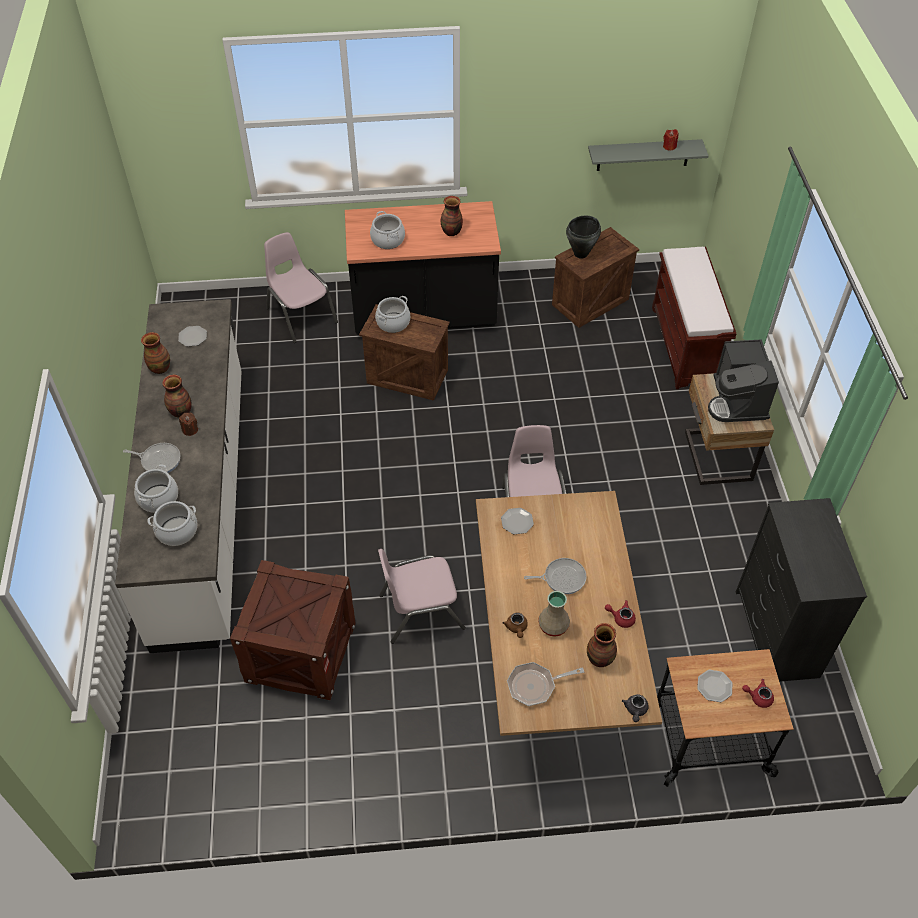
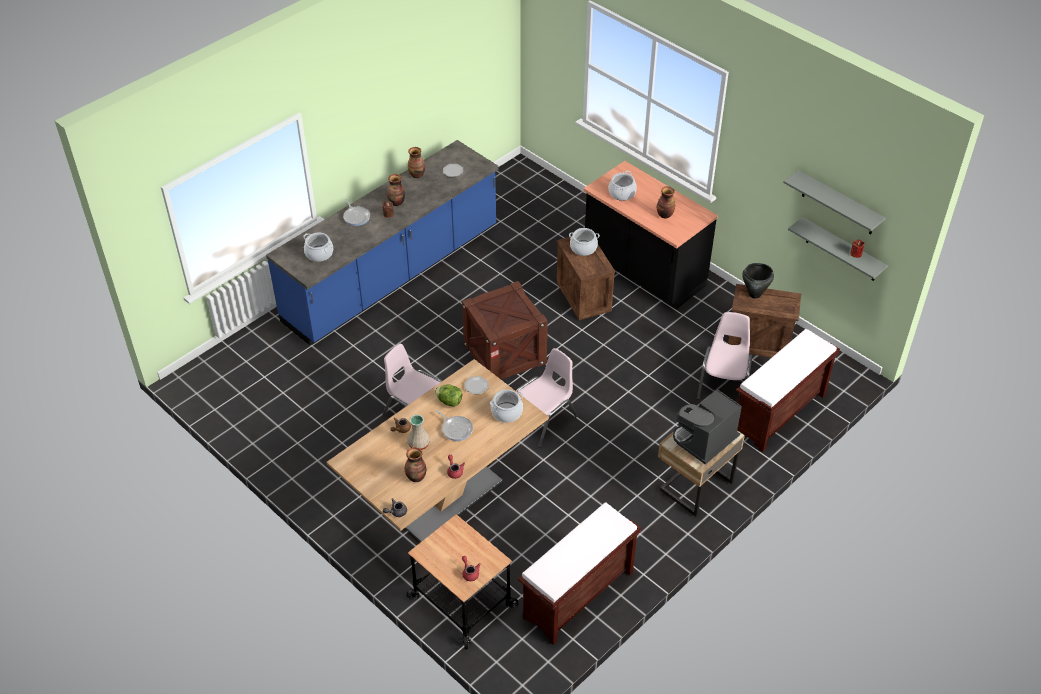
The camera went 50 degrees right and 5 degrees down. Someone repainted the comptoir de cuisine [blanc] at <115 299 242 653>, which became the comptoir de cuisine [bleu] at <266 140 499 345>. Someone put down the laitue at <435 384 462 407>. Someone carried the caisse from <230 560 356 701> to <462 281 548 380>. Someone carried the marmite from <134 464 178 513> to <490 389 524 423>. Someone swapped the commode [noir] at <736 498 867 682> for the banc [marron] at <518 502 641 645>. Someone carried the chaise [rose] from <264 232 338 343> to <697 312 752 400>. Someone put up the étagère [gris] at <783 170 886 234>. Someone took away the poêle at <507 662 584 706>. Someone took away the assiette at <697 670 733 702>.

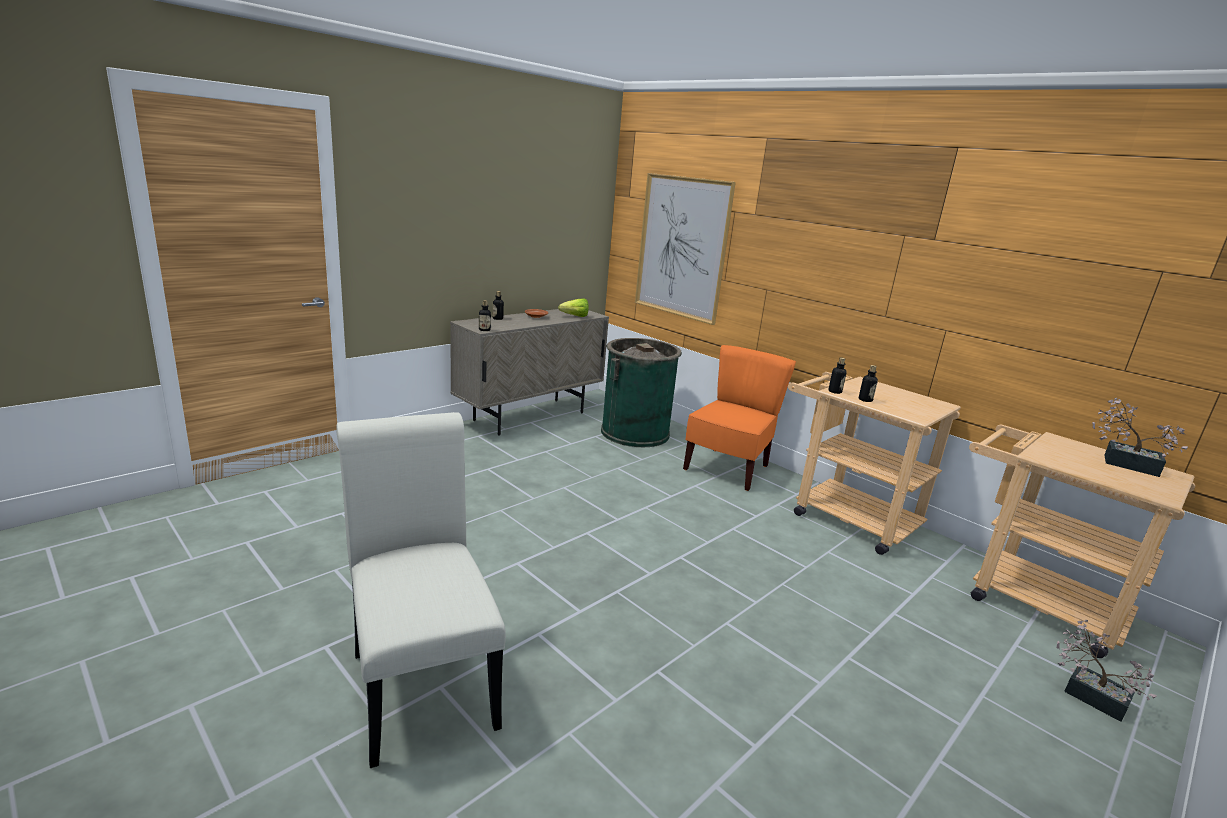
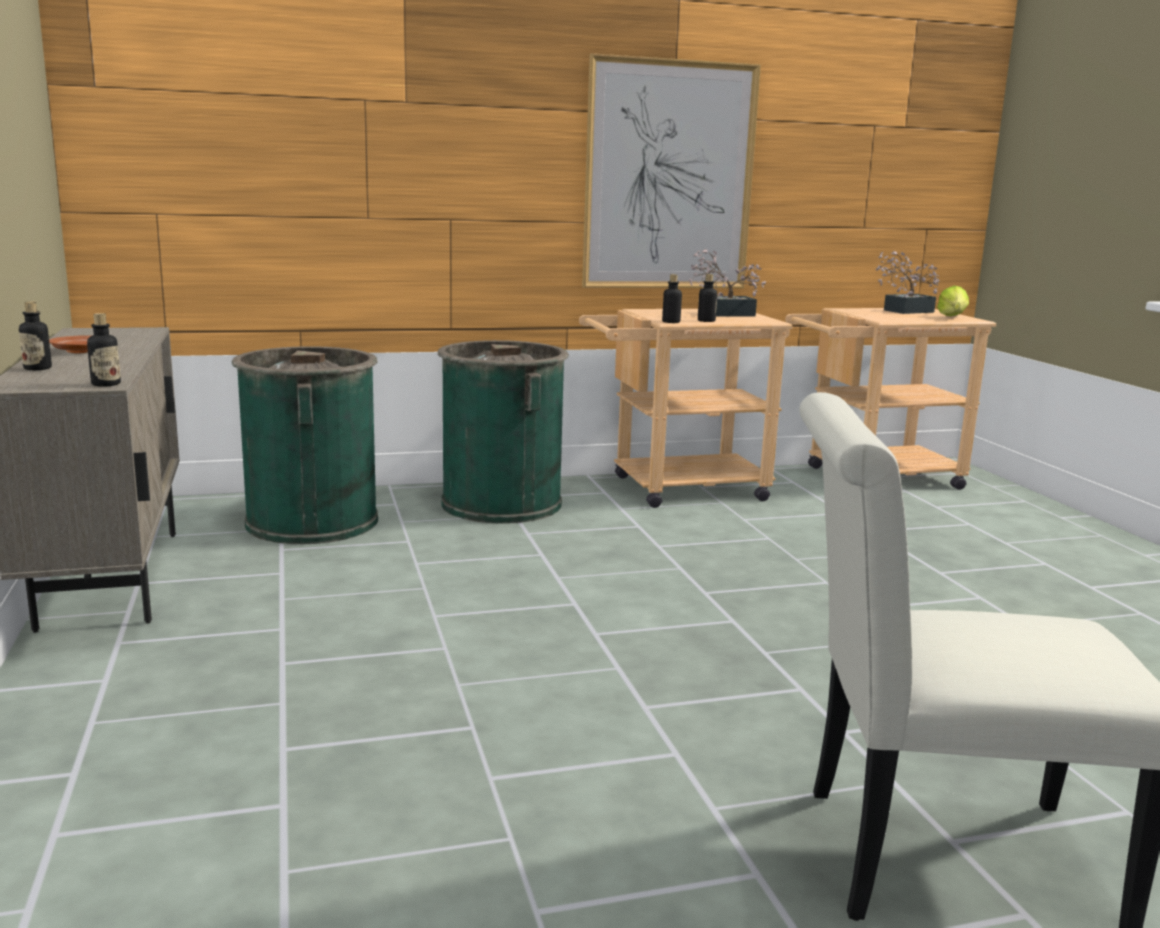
The camera went 60 degrees left and 5 degrees down. Someone swapped the chaise [orange] at <683 345 796 491> for the poubelle [vert] at <438 340 569 524>. Someone carried the tableau from <635 173 736 325> to <582 53 761 288>. Someone carried the plante en pot from <1057 620 1156 722> to <689 249 766 317>. Someone carried the laitue from <558 298 589 317> to <937 286 969 316>.

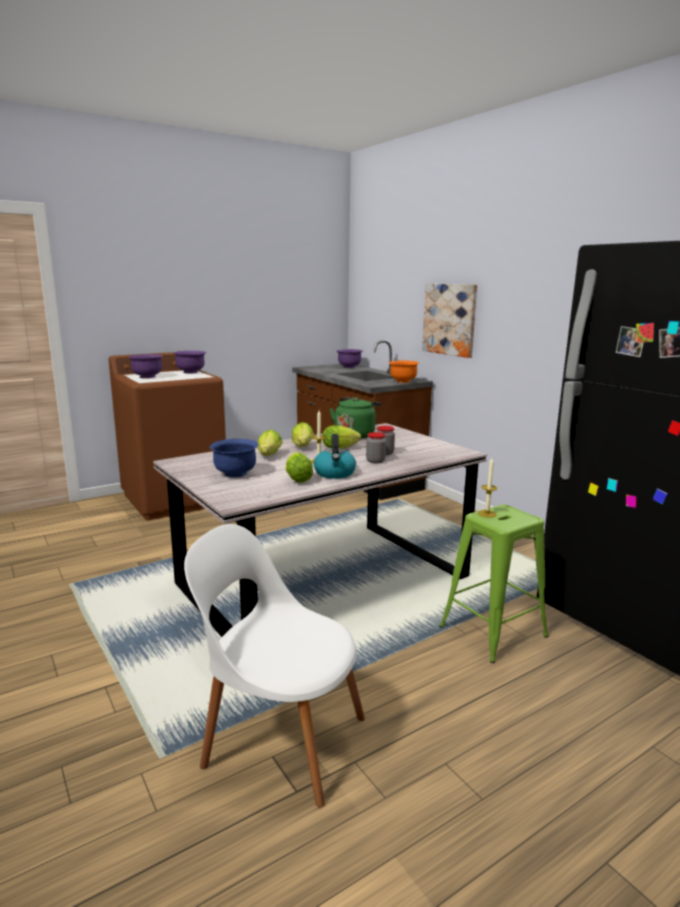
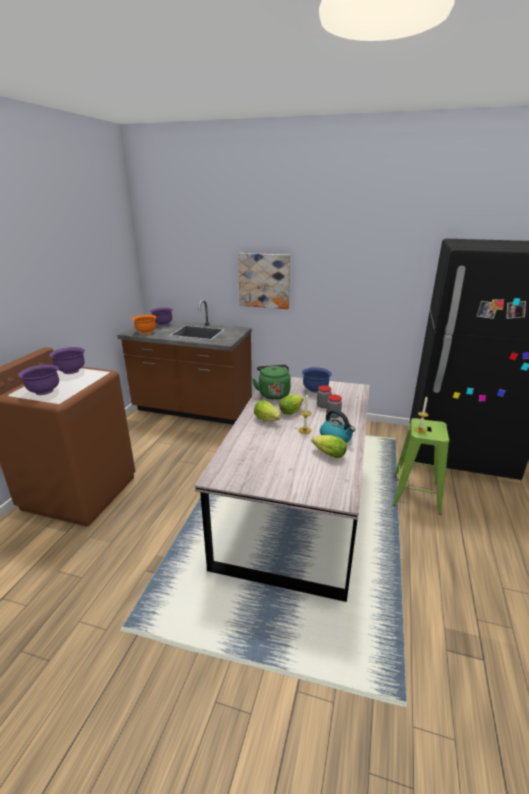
The camera went 40 degrees left and 10 degrees up. Someone carried the bol [orange] from <389 360 419 383> to <132 315 157 334>. Someone carried the bol [bleu] from <209 439 259 478> to <302 367 332 393>. Someone took away the chaise [blanc] at <184 524 365 807>. Someone took away the laitue at <258 430 283 456>.

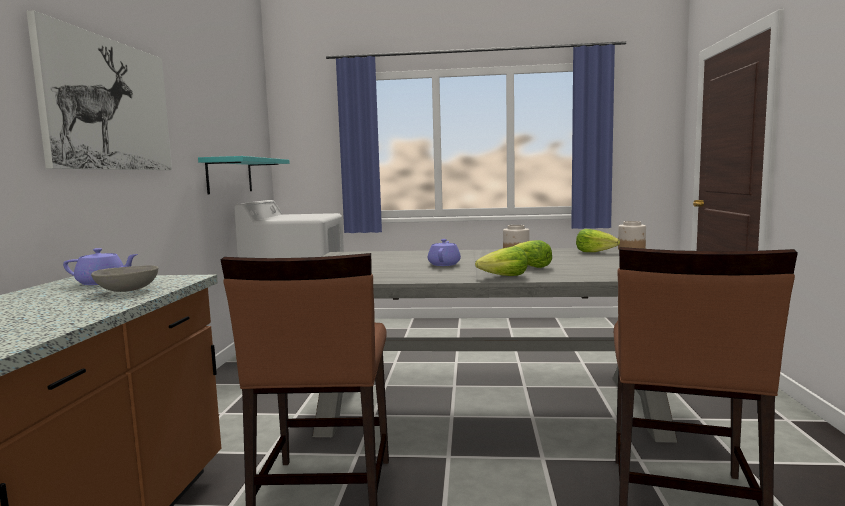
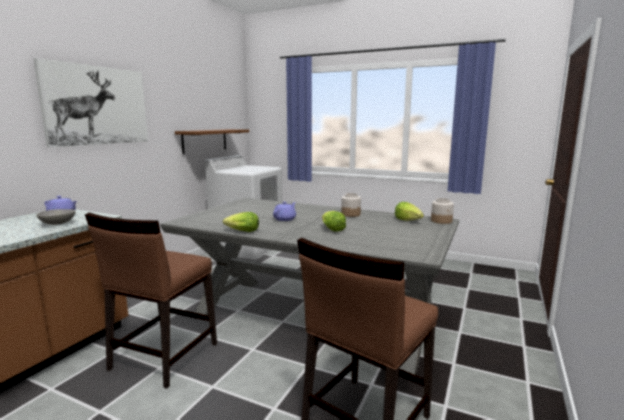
The camera went 20 degrees right and 5 degrees up. Someone repainted the étagère [turquoise] at <198 156 290 194>, which became the étagère [marron] at <175 129 249 154>. Someone carried the laitue from <475 246 528 276> to <223 212 259 232>.

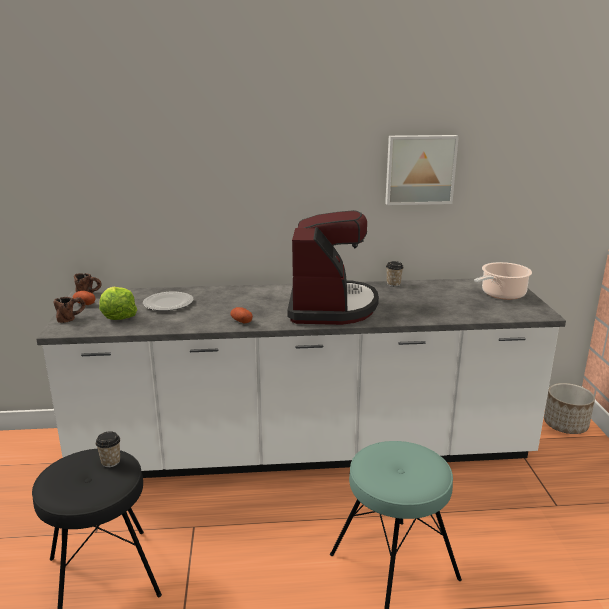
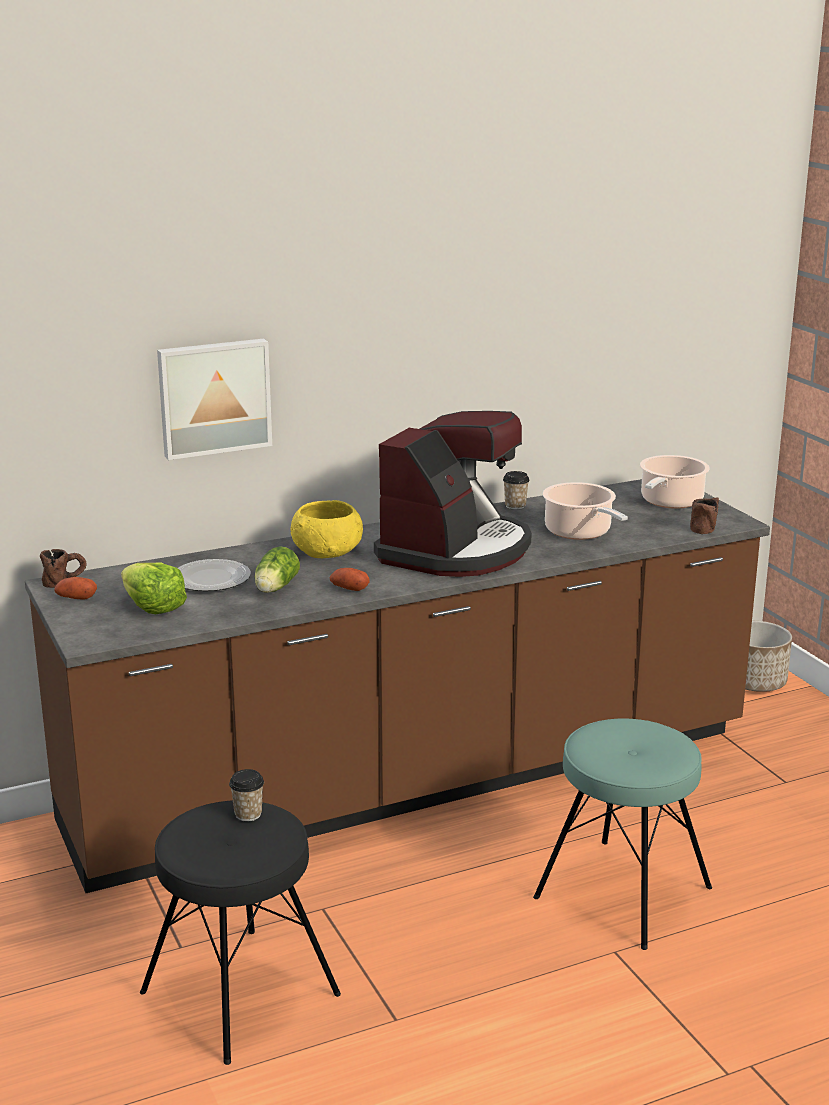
The camera went 20 degrees left and 0 degrees up. Someone repainted the comptoir de cuisine [blanc] at <36 278 566 478>, which became the comptoir de cuisine [marron] at <25 479 770 893>. Someone carried the tableau from <385 135 459 205> to <157 339 272 460>. Someone put down the laitue at <255 546 300 593>. Someone put down the bol [jaune] at <290 500 363 558>. Someone rotated the machine à café at <288 210 379 325> by 45 degrees clockwise. Someone put down the marmite at <543 482 628 540>. Someone carried the mug [marron] from <54 297 86 323> to <690 497 719 534>.

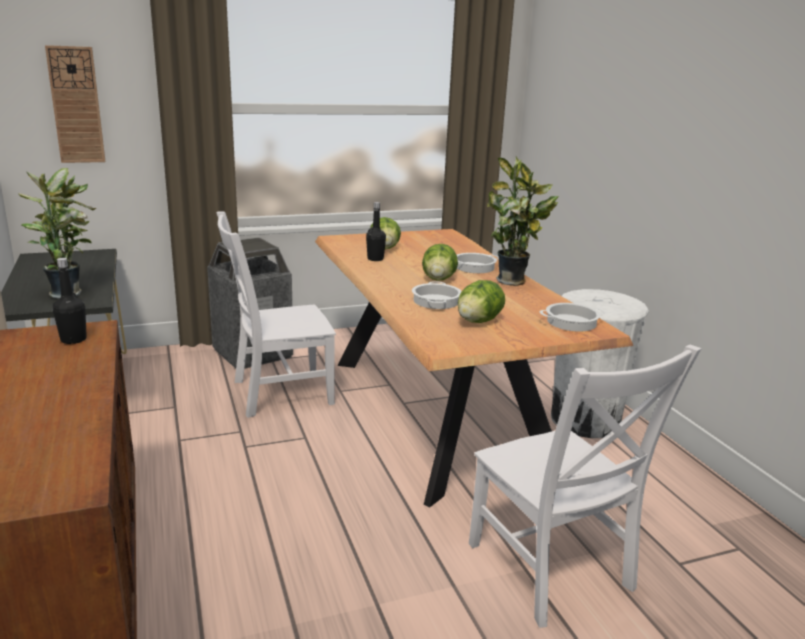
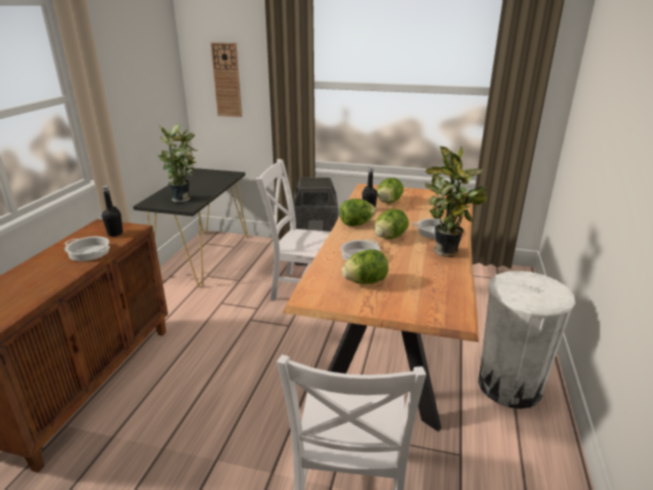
The camera went 35 degrees right and 5 degrees up. Someone carried the marmite from <540 303 606 331> to <64 236 110 261>. Someone put down the laitue at <340 199 376 226>.

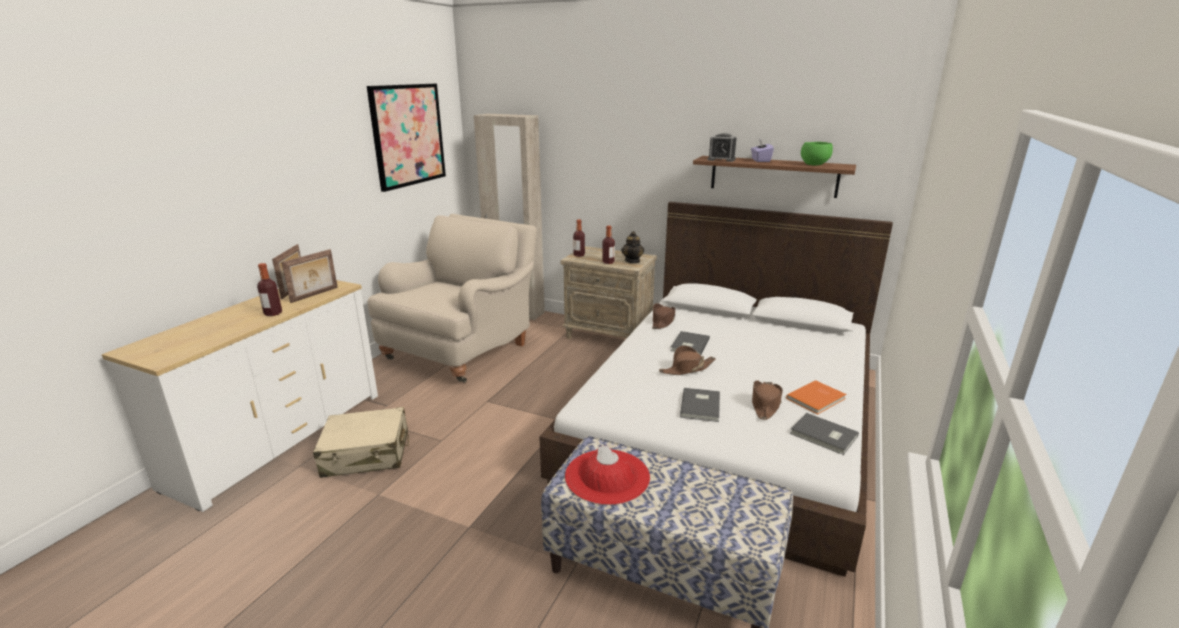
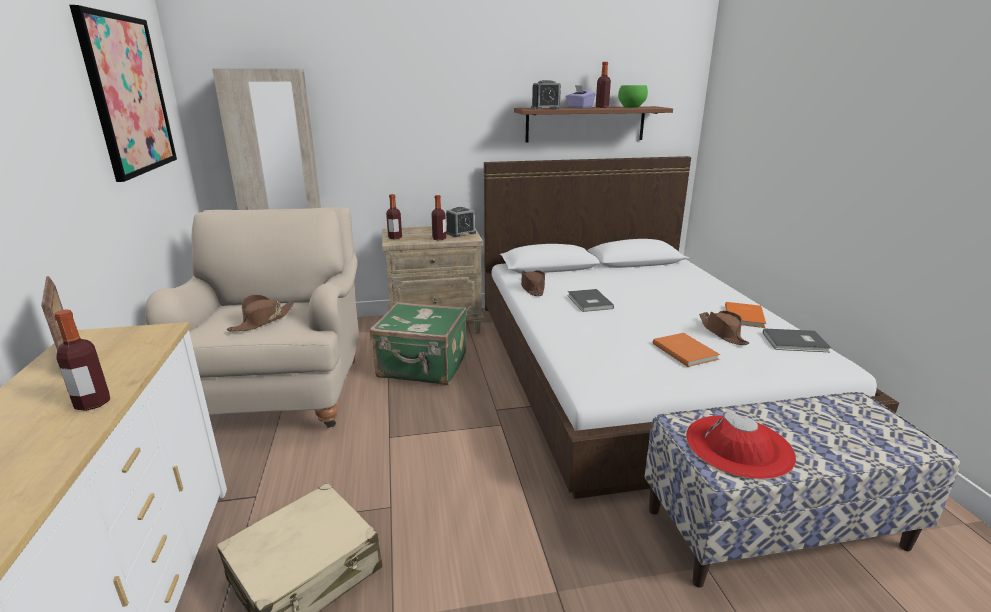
The camera went 35 degrees left and 0 degrees up. Someone carried the chapeau [marron] from <659 345 715 375> to <227 295 294 331>. Someone put down the valise [vert] at <370 302 467 385>. Someone swapped the théière at <621 231 644 263> for the réveil at <446 207 476 237>. Someone put down the bouteille at <596 62 611 108>. Someone repainted the livre [gris] at <680 388 720 422>, which became the livre [orange] at <653 333 720 367>. Someone took away the cadre photo at <282 249 338 303>.

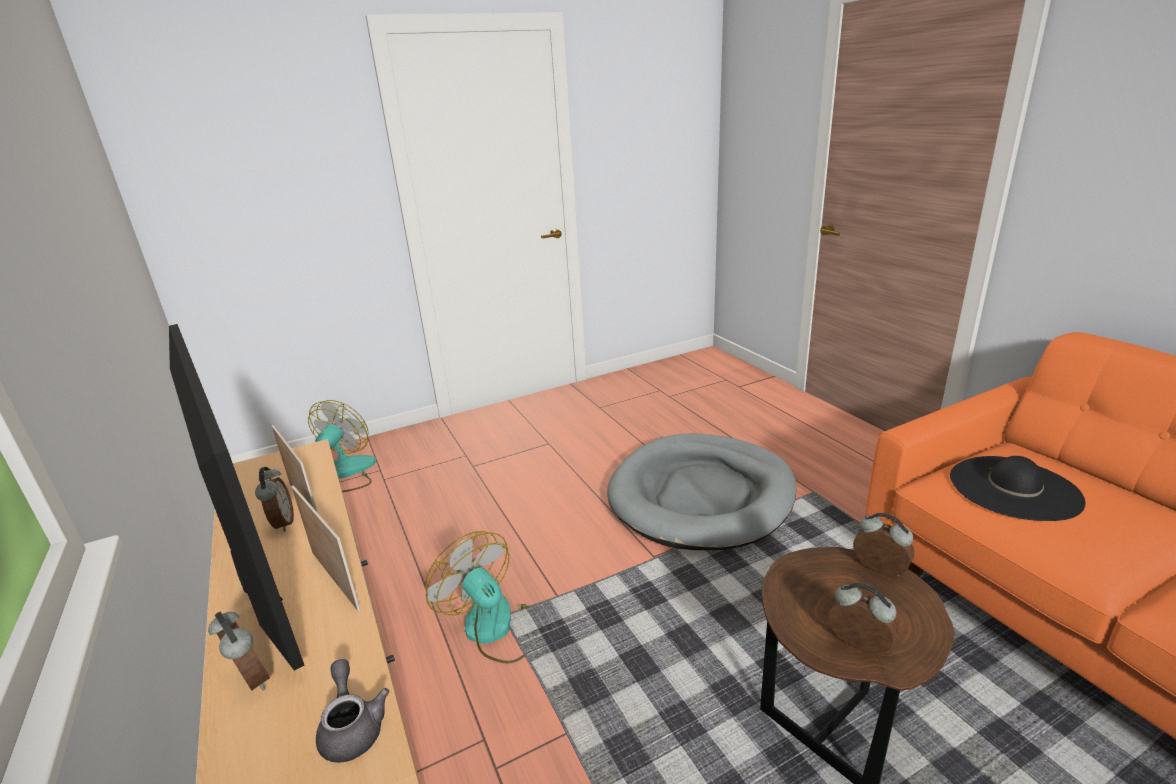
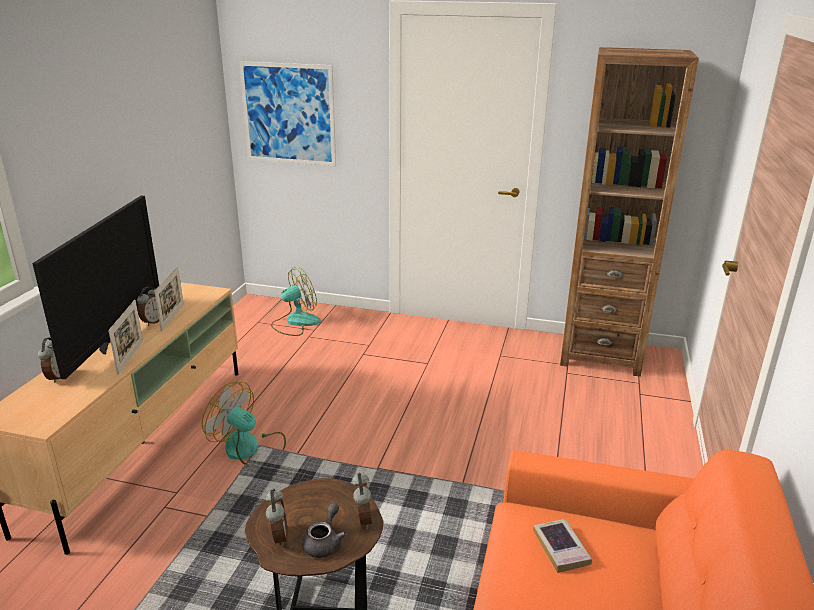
The camera went 40 degrees right and 0 degrees up. Someone rotated the ventilateur at <425 531 530 664> by 60 degrees counterclockwise. Someone put up the tableau at <239 61 336 166>. Someone carried the théière [gris] from <316 659 389 763> to <302 503 346 558>. Someone swapped the chapeau [noir] at <950 456 1086 521> for the livre at <533 519 592 573>. Someone put down the bibliothèque [marron] at <560 47 699 377>. Someone took away the panier pour chien [gris] at <607 433 796 550>.

